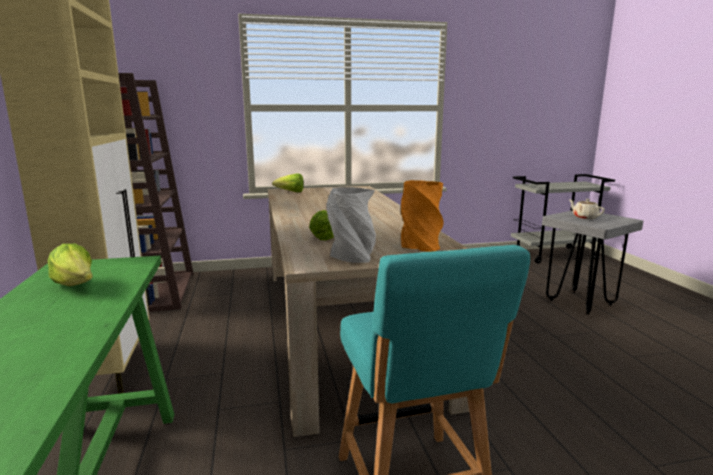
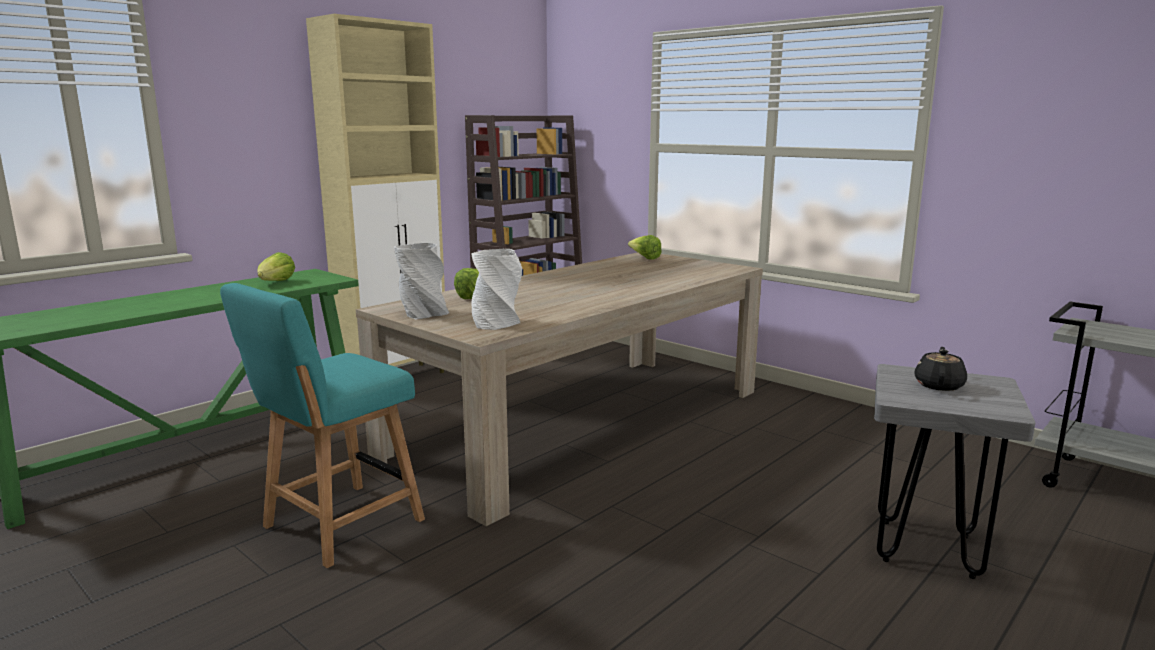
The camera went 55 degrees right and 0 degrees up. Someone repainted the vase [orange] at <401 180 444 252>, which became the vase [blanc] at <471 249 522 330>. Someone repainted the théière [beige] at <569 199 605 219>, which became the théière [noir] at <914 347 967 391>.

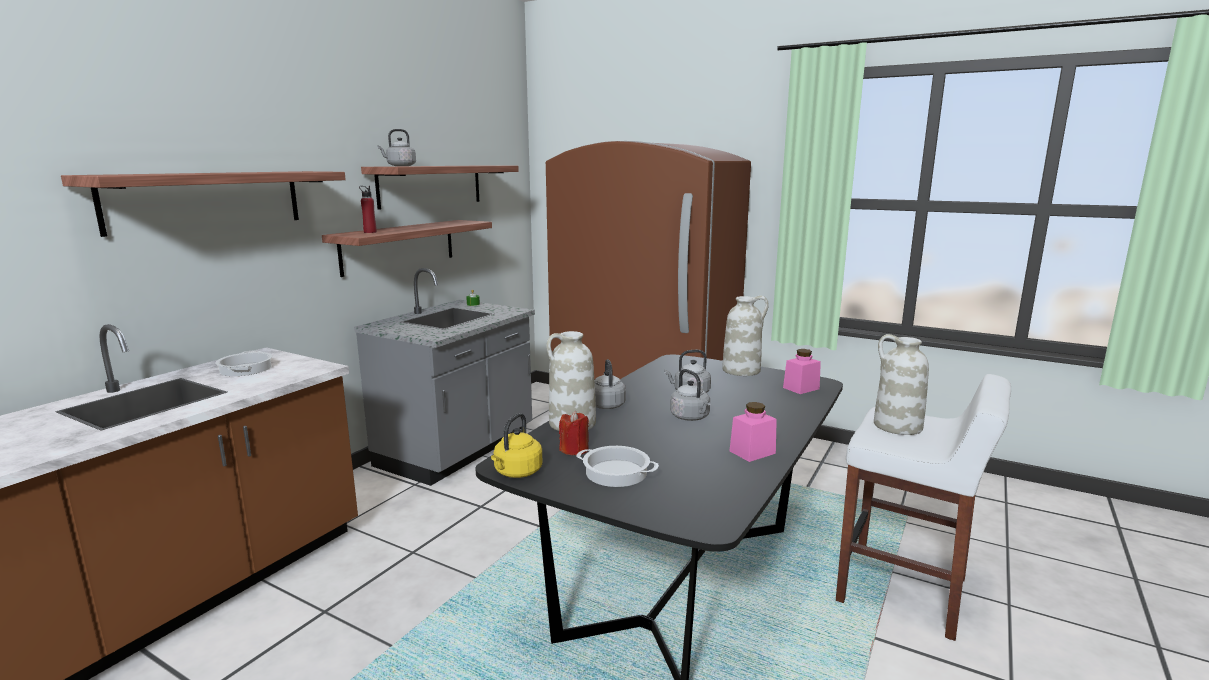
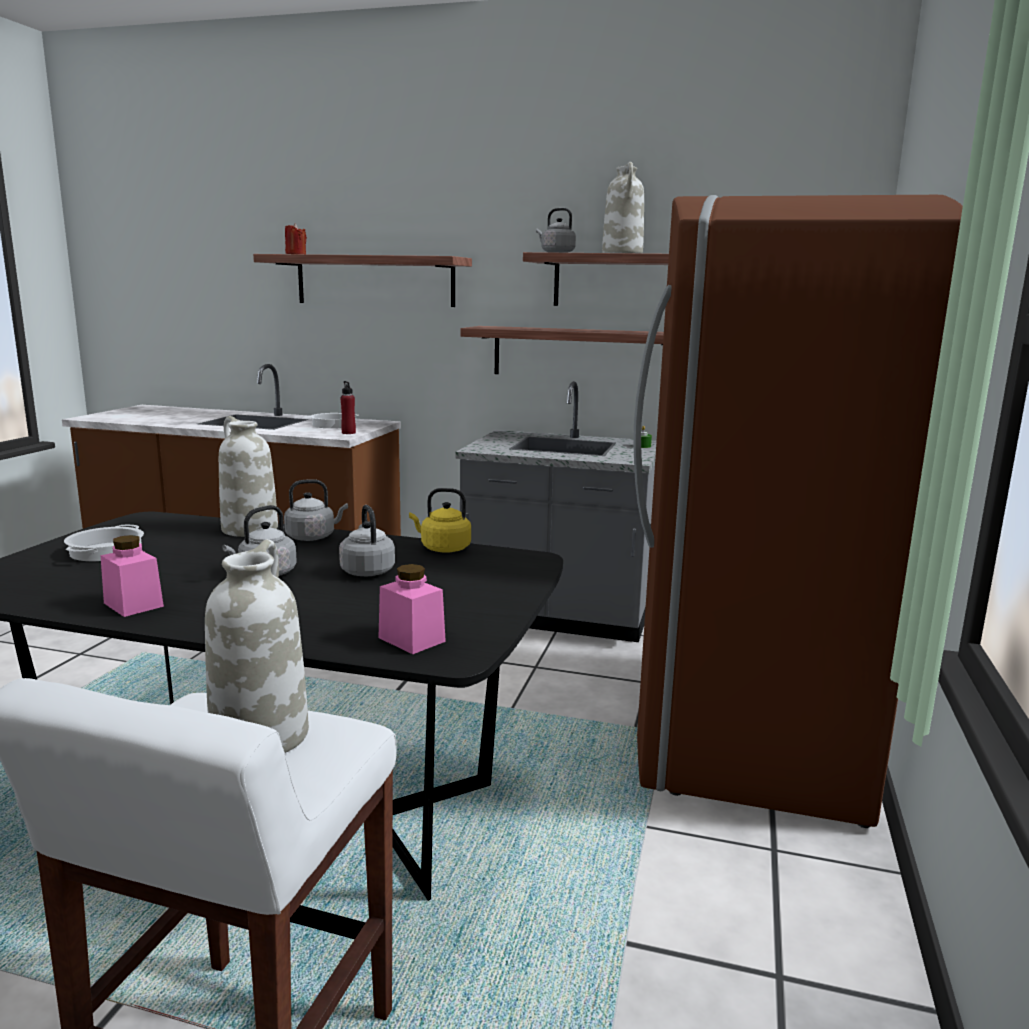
The camera went 75 degrees right and 0 degrees up. Someone carried the bougie [rouge] from <559 411 589 455> to <285 224 307 254>. Someone carried the bouteille [rouge] from <359 186 377 233> to <341 381 356 434>. Someone carried the bouilloire [jaune] from <491 413 542 478> to <409 488 471 553>. Someone carried the vase [blanc] from <722 296 769 376> to <602 162 644 253>.

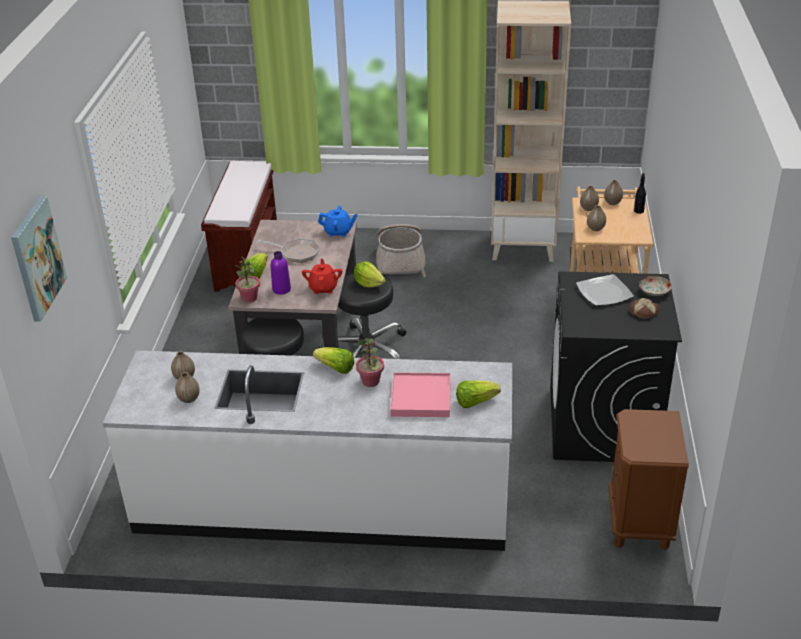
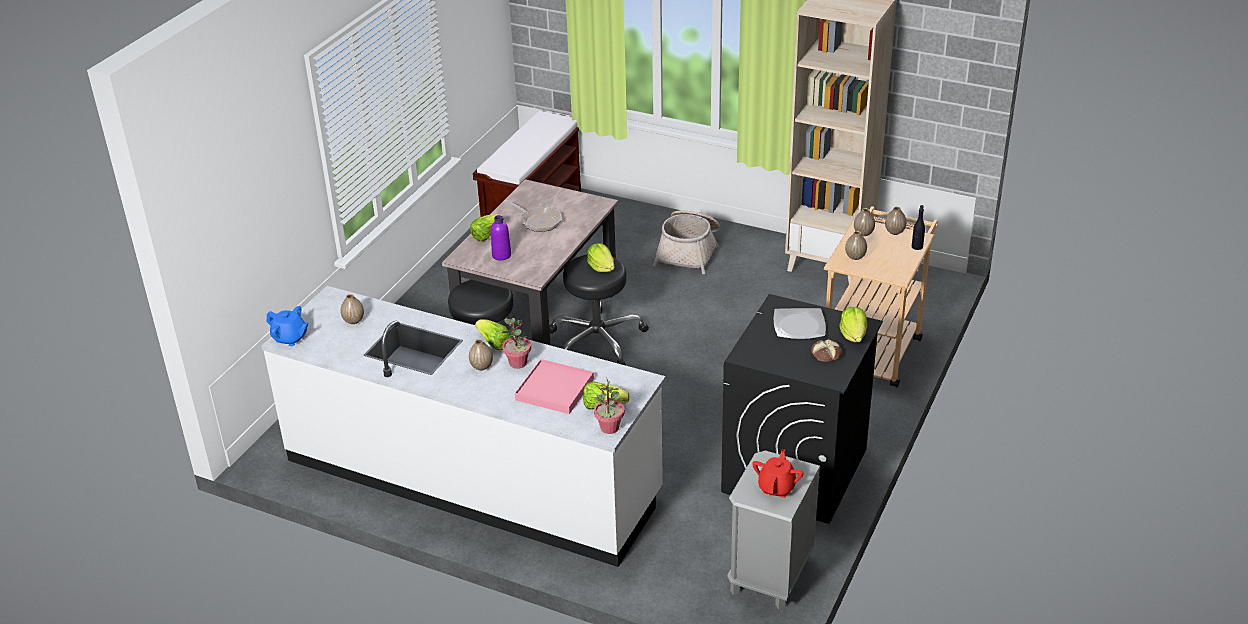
The camera went 20 degrees right and 0 degrees up. Someone carried the théière [bleu] from <318 206 357 237> to <266 306 308 346>. Someone carried the vase from <175 372 200 403> to <469 339 493 370>. Someone carried the plante en pot from <235 256 260 303> to <594 377 625 434>. Someone repainted the table de chevet [marron] at <608 409 689 550>, which became the table de chevet [gris] at <727 451 821 610>. Someone carried the théière [rouge] from <302 259 342 294> to <752 449 803 498>. Someone swapped the assiette at <639 276 672 296> for the laitue at <840 307 867 342>. Someone took away the tableau at <11 196 67 322>.

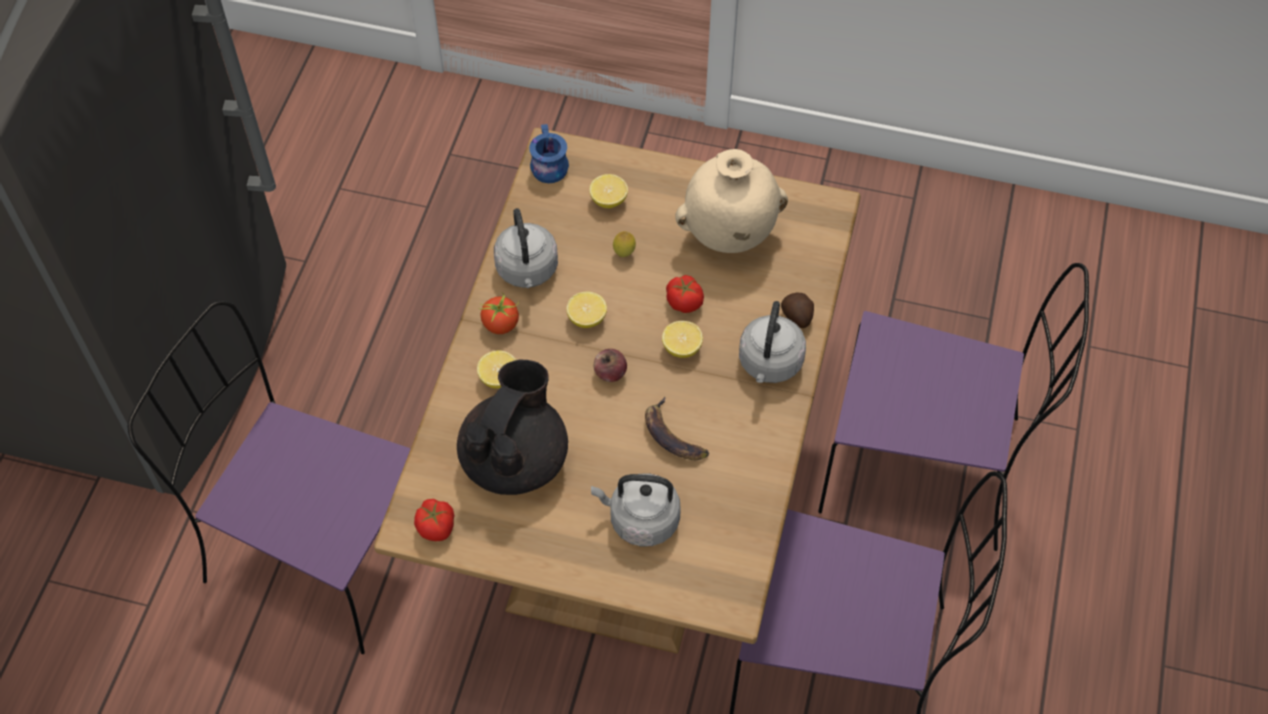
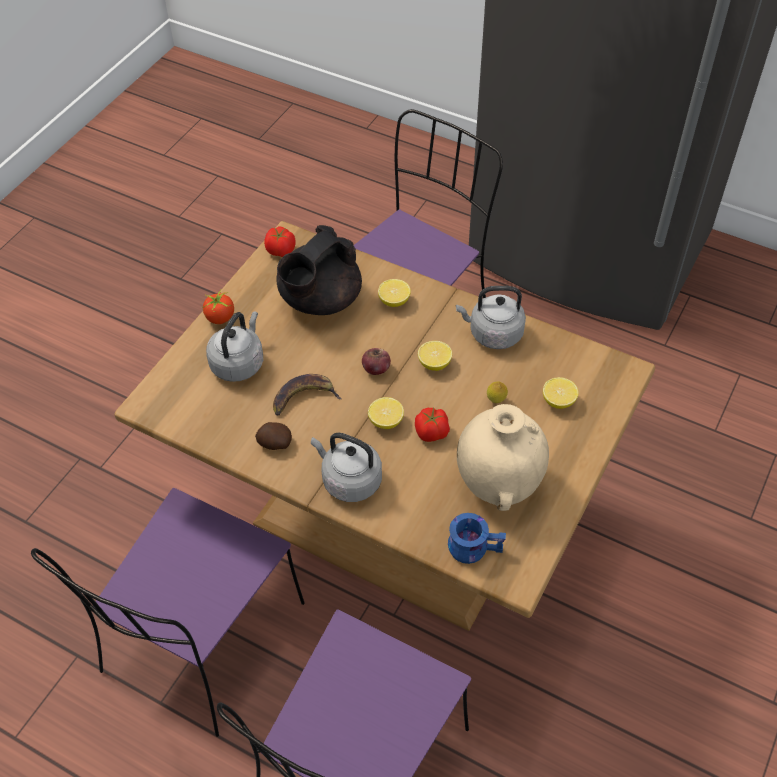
The camera went 105 degrees right and 5 degrees down. Someone carried the tomate from <479 293 519 334> to <202 290 234 324>. Someone carried the pomme de terre from <781 293 814 328> to <255 422 292 450>. Someone rotated the théière [noir] at <457 360 568 495> by 90 degrees clockwise. Someone carried the mug [bleu] from <529 124 569 183> to <448 513 506 564>.

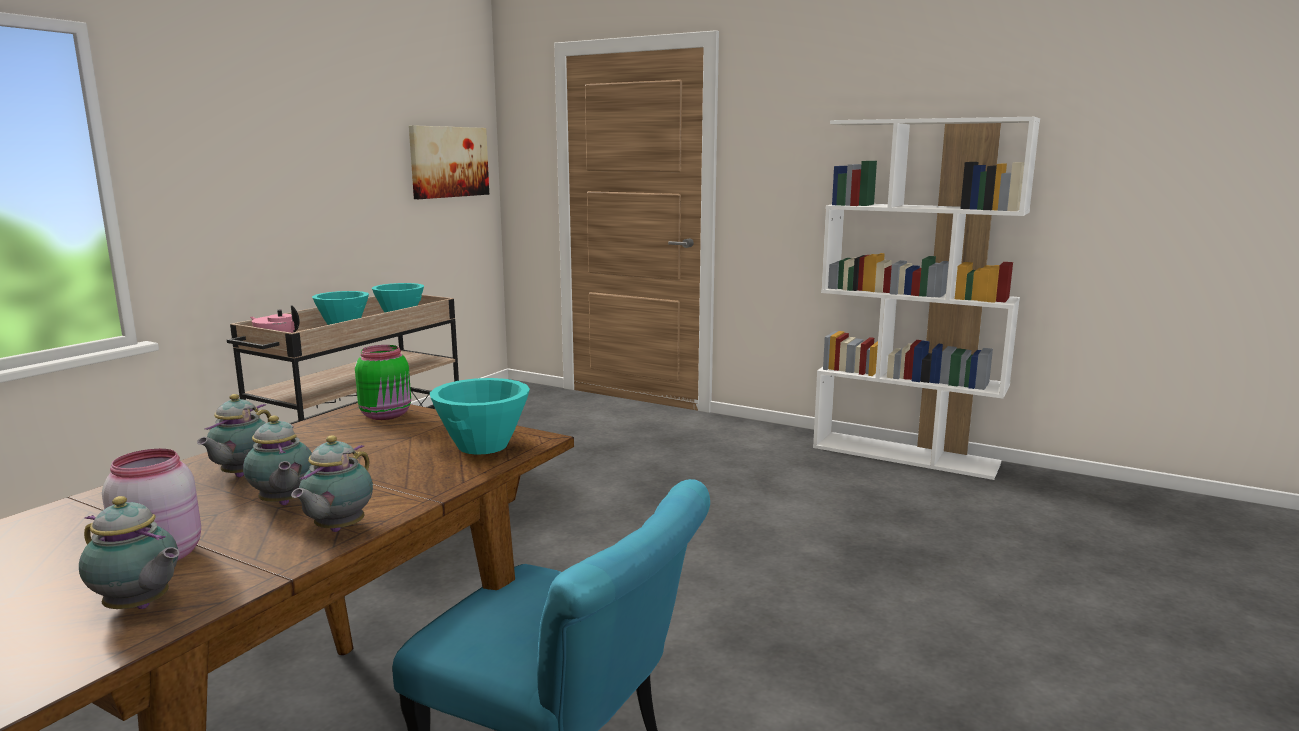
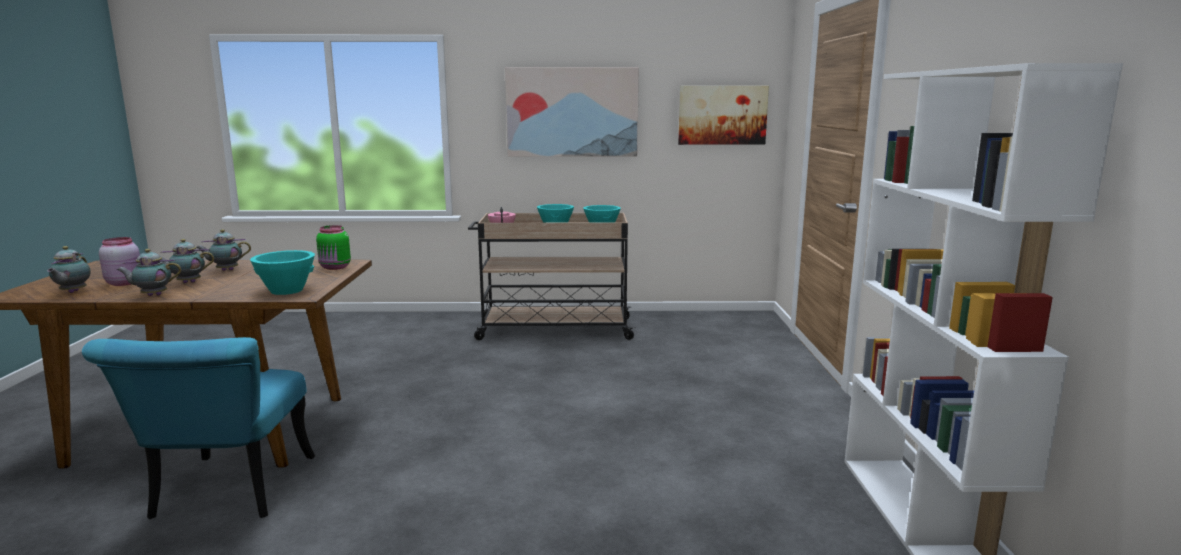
The camera went 60 degrees right and 0 degrees up. Someone rotated the théière at <243 415 312 505> by 45 degrees clockwise. Someone put up the tableau at <505 67 639 157>.

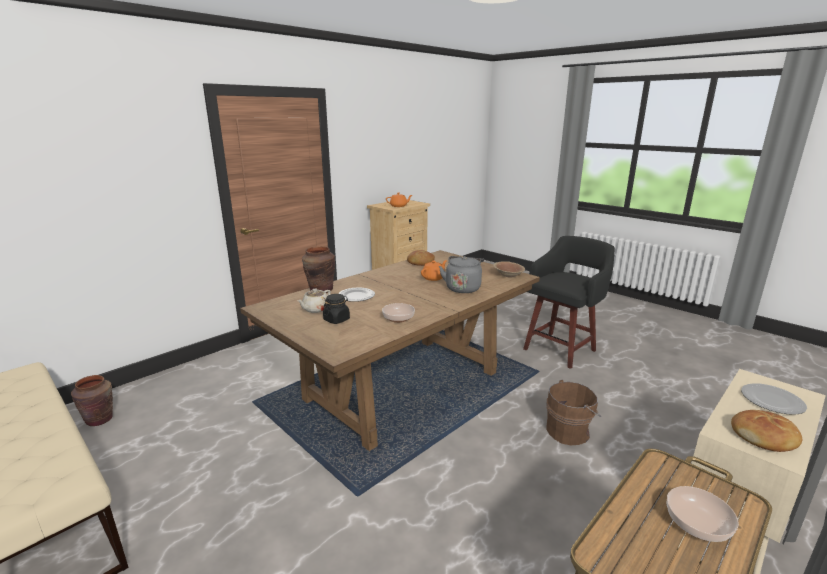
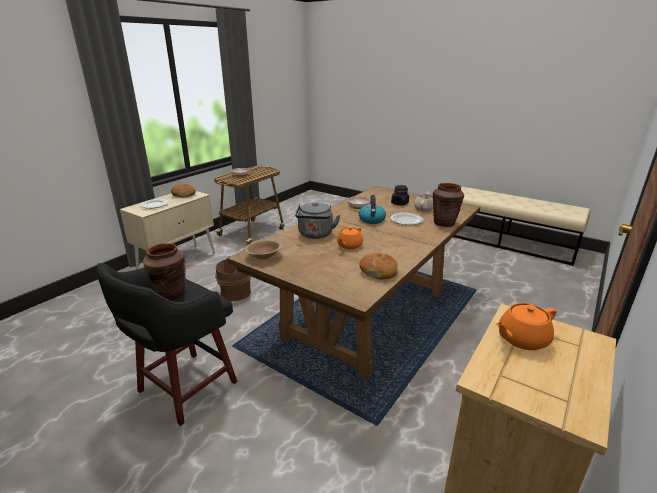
The camera went 170 degrees right and 5 degrees up. Someone carried the vase [marron] from <71 375 113 426> to <143 243 186 300>. Someone put down the bouilloire at <359 195 386 224>.

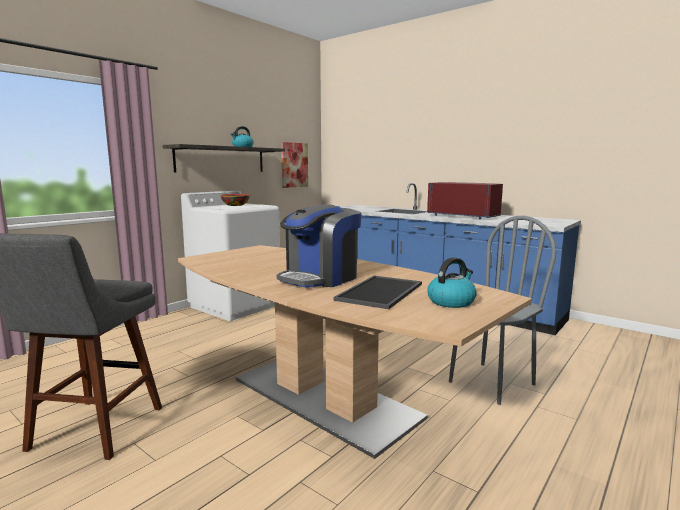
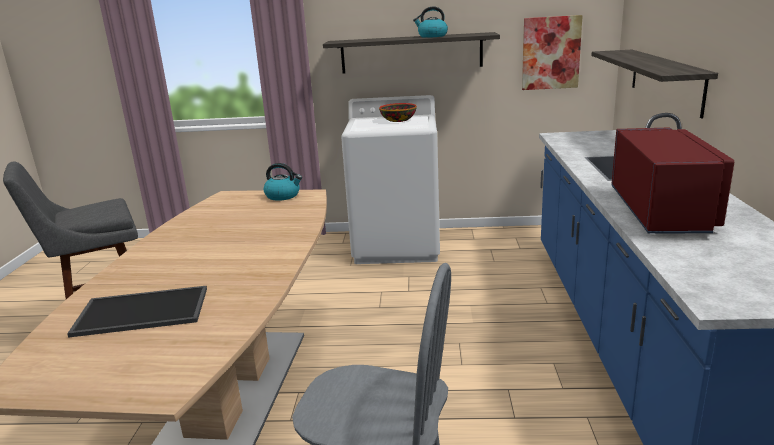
The camera went 55 degrees right and 10 degrees up. Someone carried the bouilloire from <427 257 477 308> to <264 163 302 201>. Someone put up the étagère at <591 50 718 118>. Someone took away the machine à café at <277 204 362 288>.

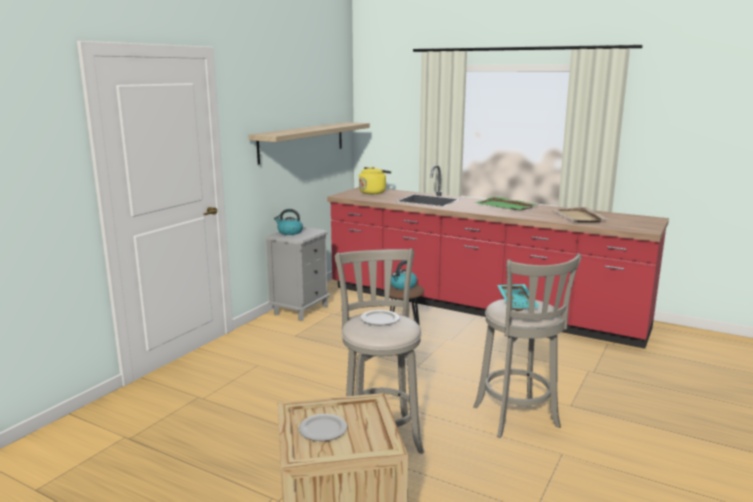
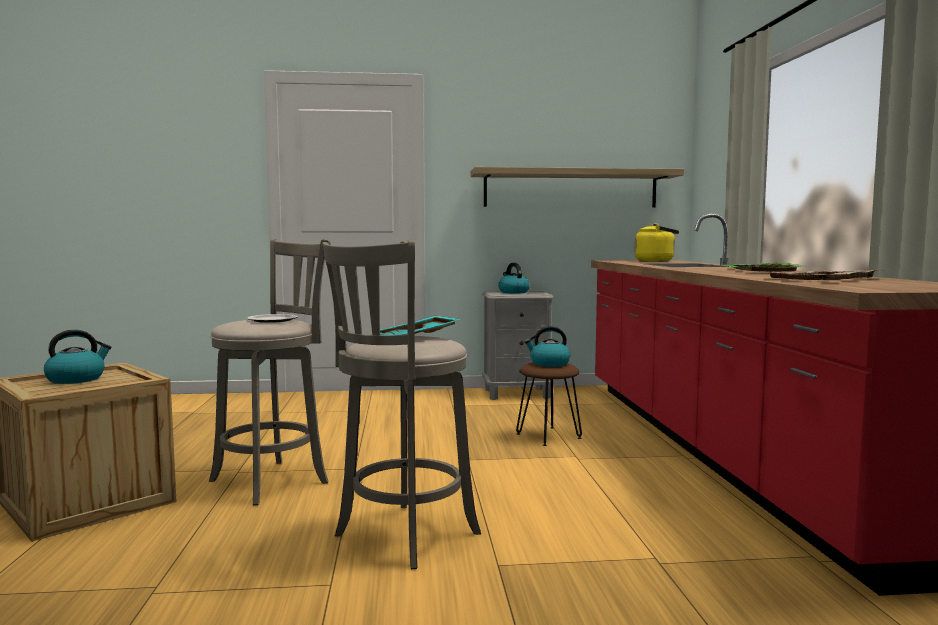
The camera went 55 degrees right and 10 degrees down. Someone swapped the assiette at <299 414 347 441> for the bouilloire at <44 330 111 384>.

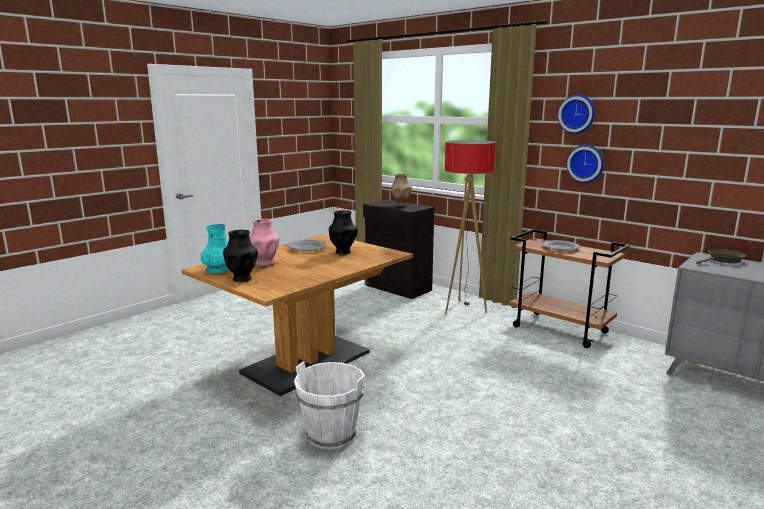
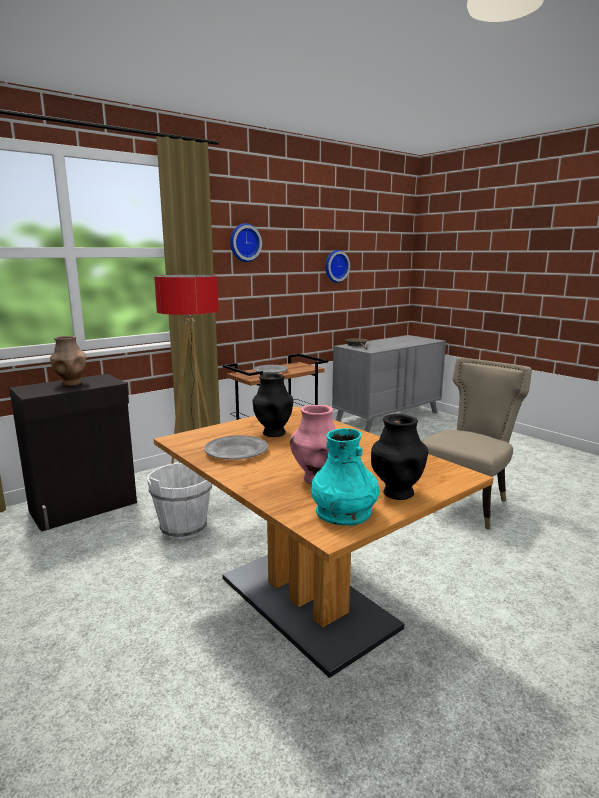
The camera went 80 degrees left and 0 degrees up. Someone carried the seau [blanc] from <294 361 365 449> to <147 463 212 539>. Someone carried the horloge murale from <567 145 604 183> to <325 250 350 283>. Someone put down the chaise [beige] at <421 358 532 530>.

